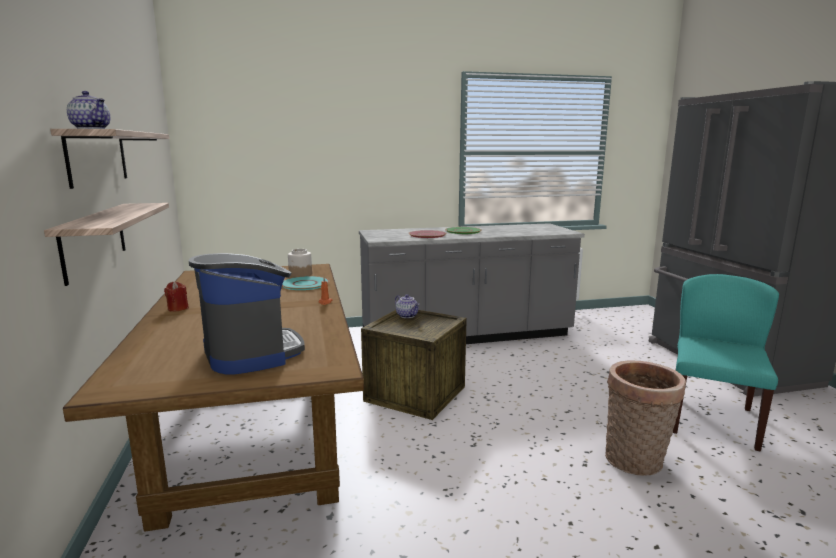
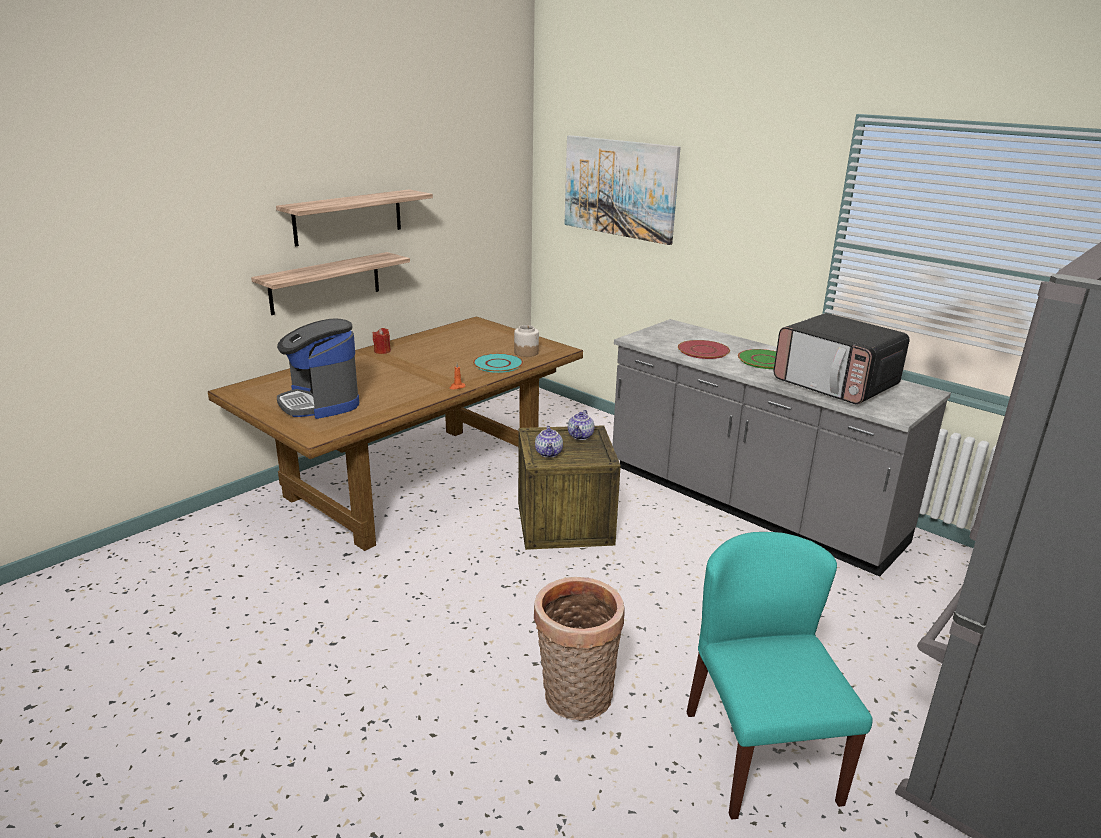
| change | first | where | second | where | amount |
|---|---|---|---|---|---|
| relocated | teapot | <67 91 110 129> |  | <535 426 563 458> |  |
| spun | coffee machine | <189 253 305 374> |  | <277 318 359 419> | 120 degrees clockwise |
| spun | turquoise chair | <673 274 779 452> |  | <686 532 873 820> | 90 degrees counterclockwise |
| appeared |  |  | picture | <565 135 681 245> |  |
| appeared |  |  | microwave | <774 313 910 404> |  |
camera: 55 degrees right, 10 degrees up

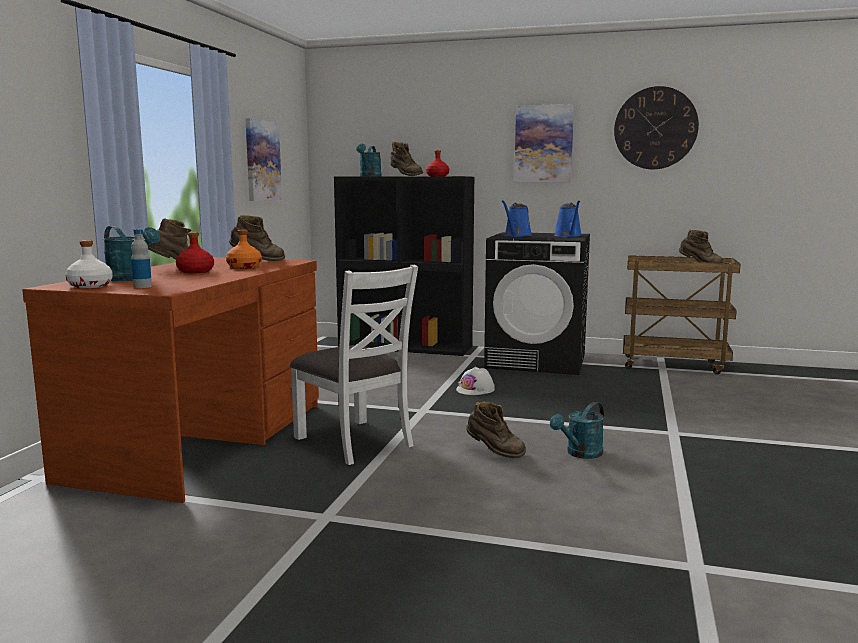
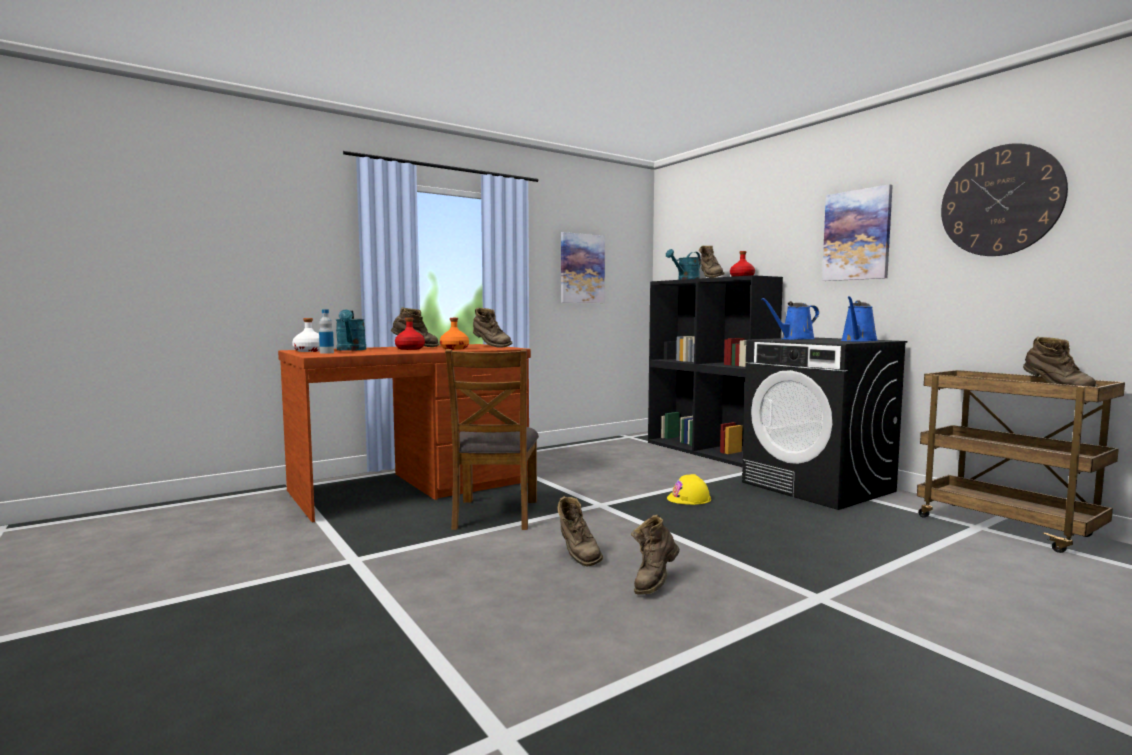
| change | first | where | second | where | amount |
|---|---|---|---|---|---|
| colour | white chair | <290 265 418 465> | brown chair | <445 349 539 530> |  |
| colour | white hard hat | <456 366 495 395> | yellow hard hat | <667 474 711 505> |  |
| exchanged | turquoise watering can | <550 402 604 459> | brown boot | <631 515 680 595> |  |
camera: 40 degrees right, 5 degrees down

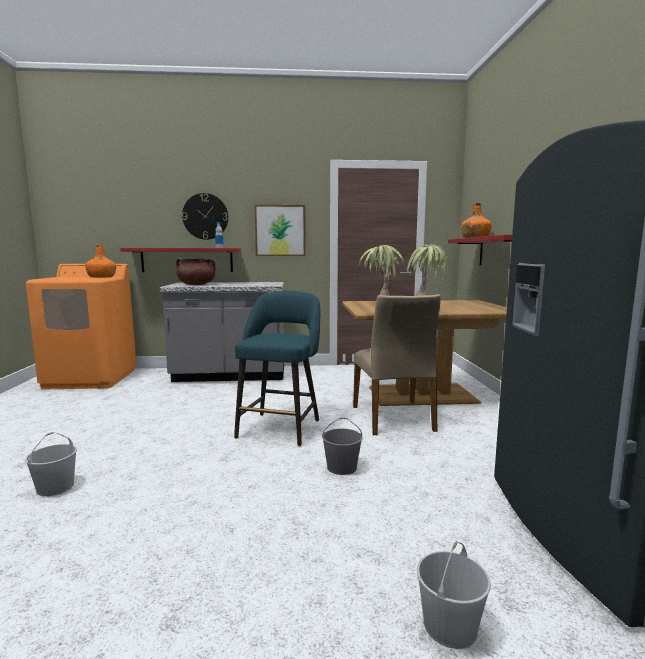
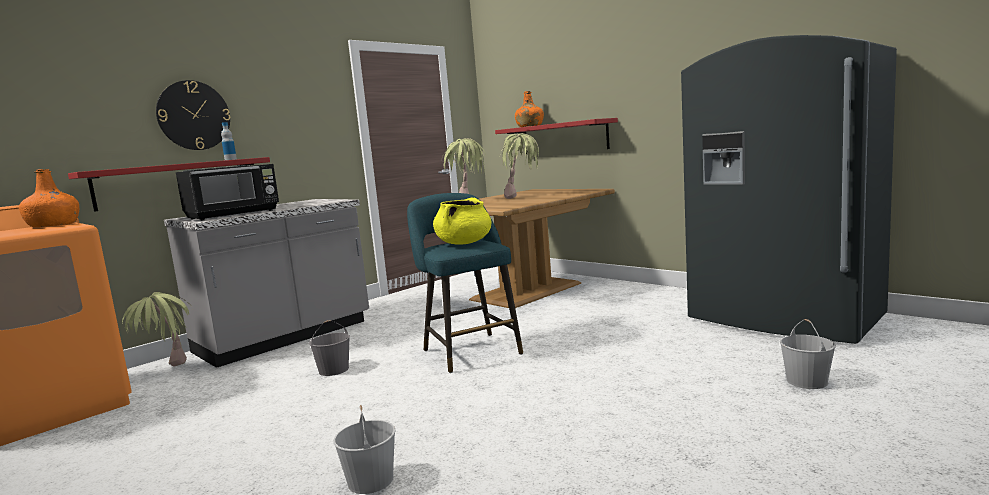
| change | first | where | second | where | amount |
|---|---|---|---|---|---|
| exchanged | brown cooking pot | <176 258 216 285> | black microwave | <176 164 279 221> |  |
| missing | picture | <254 205 306 256> |  |  |  |
| relocated | grey bucket | <322 417 363 475> |  | <309 320 350 376> |  |
| missing | beige chair | <353 294 441 435> |  |  |  |
| appeared |  |  | potted plant | <122 292 194 366> |  |
| appeared |  |  | yellow cooking pot | <433 197 492 245> |  |
camera: 40 degrees left, 0 degrees up

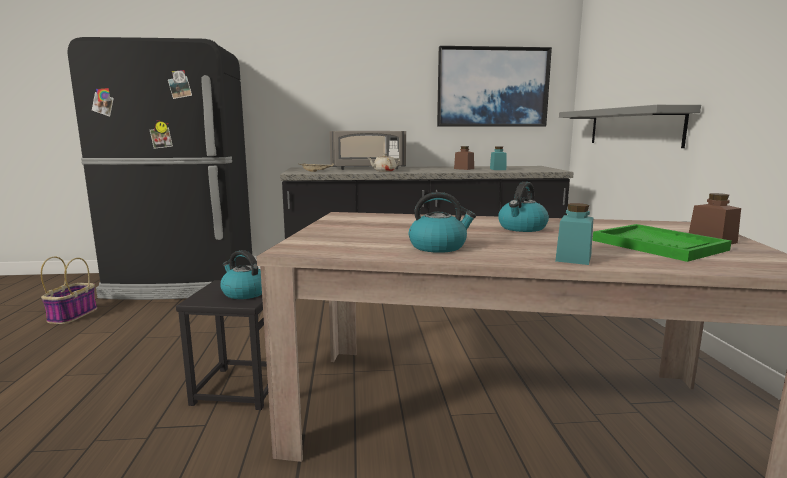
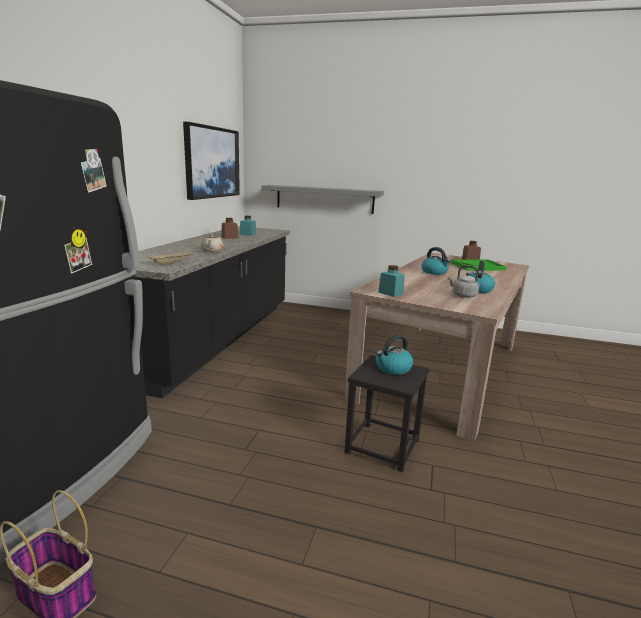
| change | first | where | second | where | amount |
|---|---|---|---|---|---|
| missing | grey microwave | <329 131 406 170> |  |  |  |
| relocated | turquoise jar | <555 203 593 265> |  | <378 265 405 297> |  |
| appeared |  |  | grey kettle | <448 265 479 298> |  |
camera: 70 degrees left, 5 degrees up

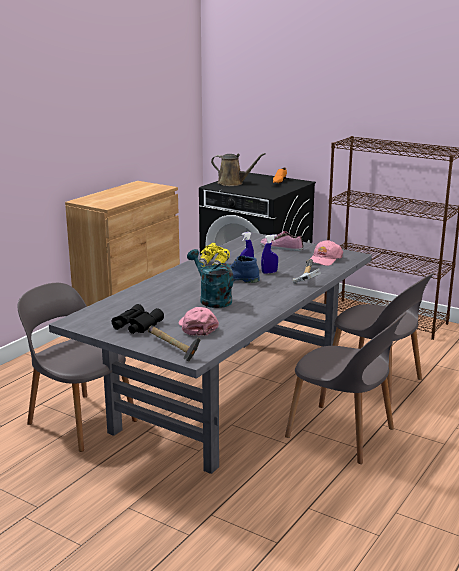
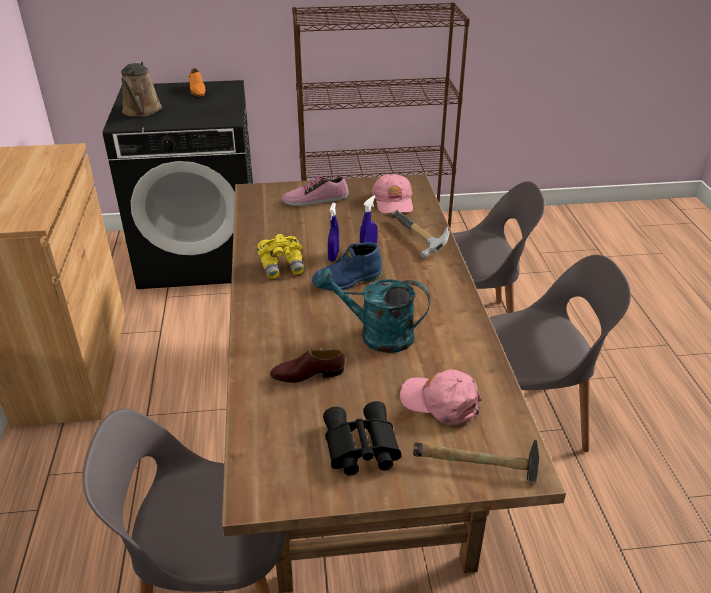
| change | first | where | second | where | amount |
|---|---|---|---|---|---|
| colour | grey dining table | <49 232 372 474> | brown dining table | <222 174 566 593> |  |
| spun | brown watering can | <211 153 266 186> |  | <121 61 162 117> | 105 degrees clockwise |
| appeared |  |  | brown shoe | <270 348 345 383> |  |
camera: 40 degrees left, 15 degrees up

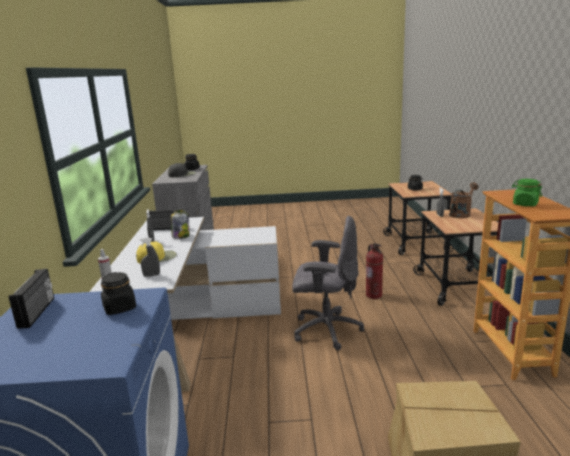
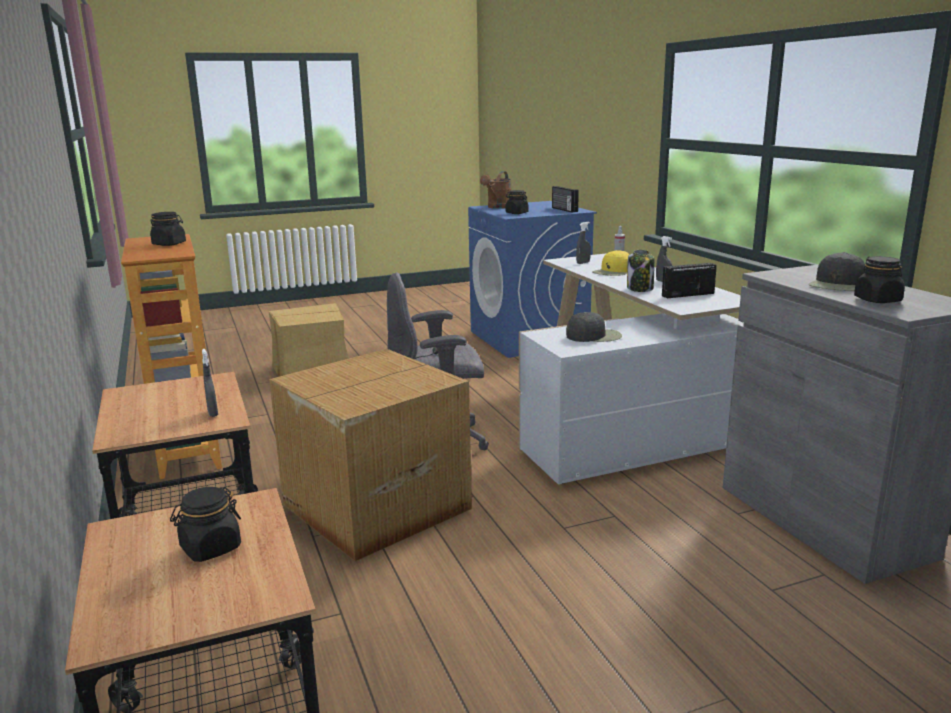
| change | first | where | second | where | amount |
|---|---|---|---|---|---|
| exchanged | fire extinguisher | <366 243 383 299> | cardboard box | <269 349 472 561> |  |
| relocated | brown watering can | <449 182 479 218> |  | <480 171 511 209> |  |
| colour | green jar | <512 179 542 206> | black jar | <150 212 186 246> |  |
| appeared |  |  | black cap | <566 312 622 342> |  |
camera: 160 degrees right, 0 degrees up

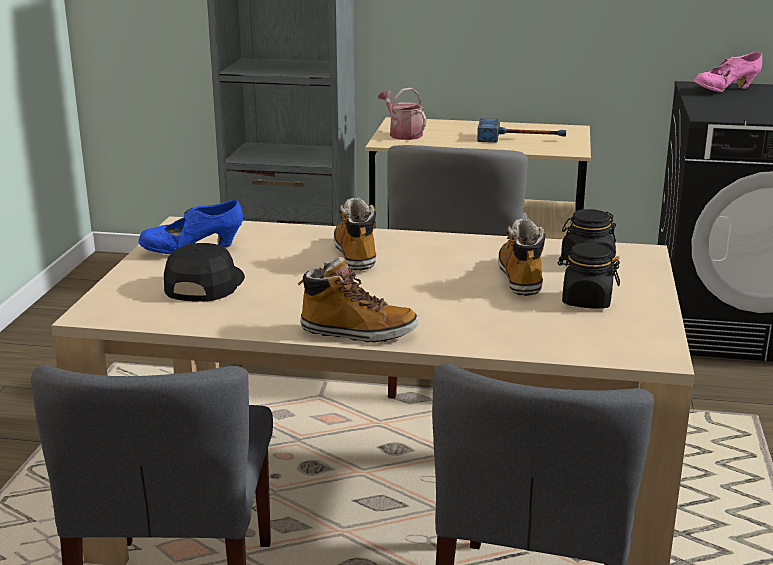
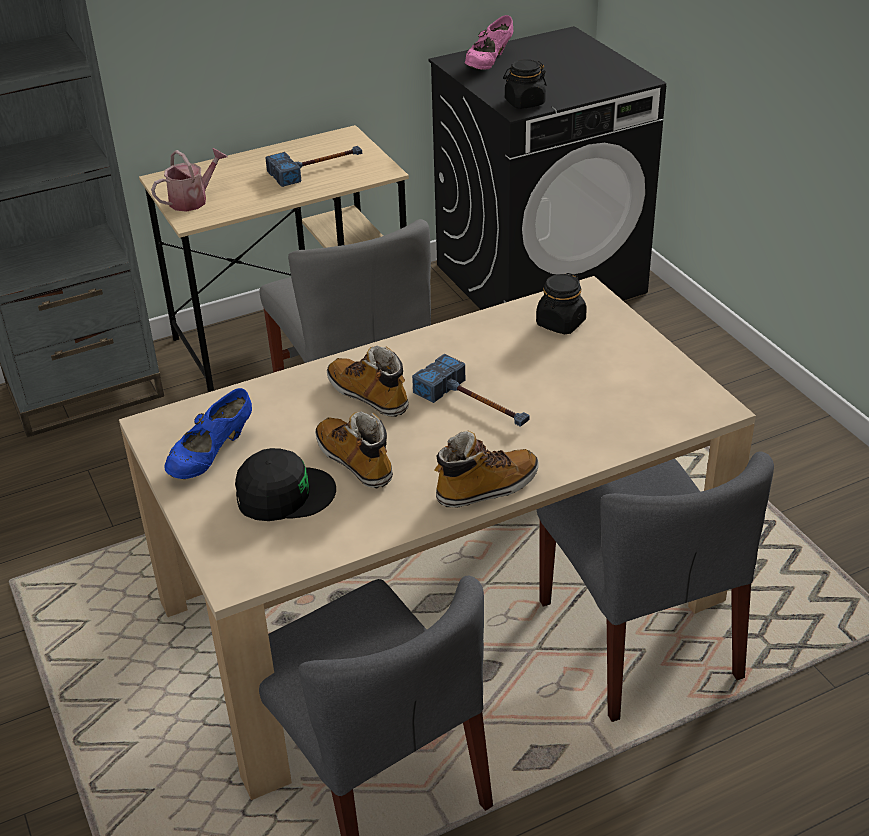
| change | first | where | second | where | amount |
|---|---|---|---|---|---|
| spun | black cap | <164 243 245 302> |  | <235 448 336 521> | 105 degrees clockwise |
| spun | watering can | <378 88 426 140> |  | <151 148 227 212> | 120 degrees clockwise |
| relocated | boot | <498 218 546 296> |  | <315 412 393 488> |  |
| relocated | black jar | <558 243 620 309> |  | <503 59 547 109> |  |
| appeared |  |  | hammer | <412 354 529 427> |  |
camera: 35 degrees left, 15 degrees up

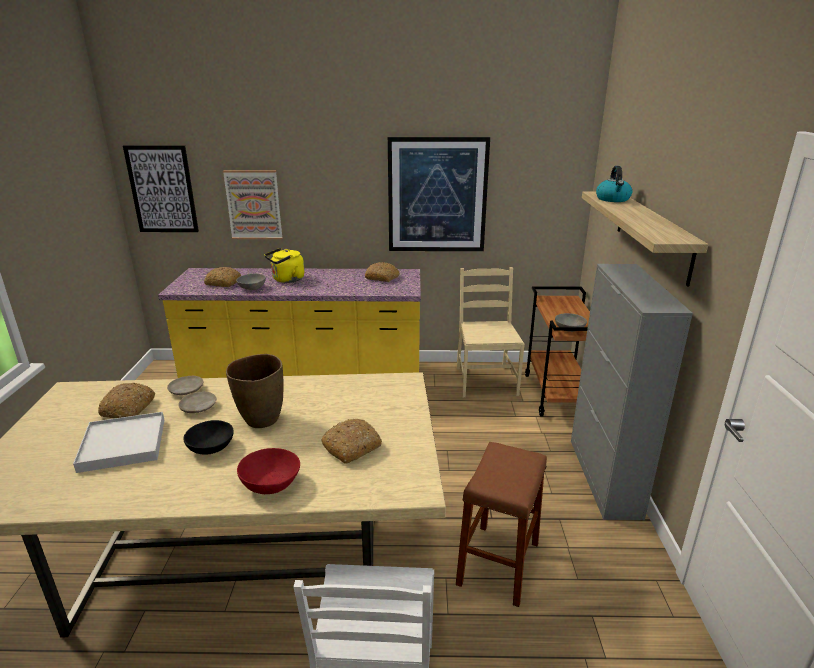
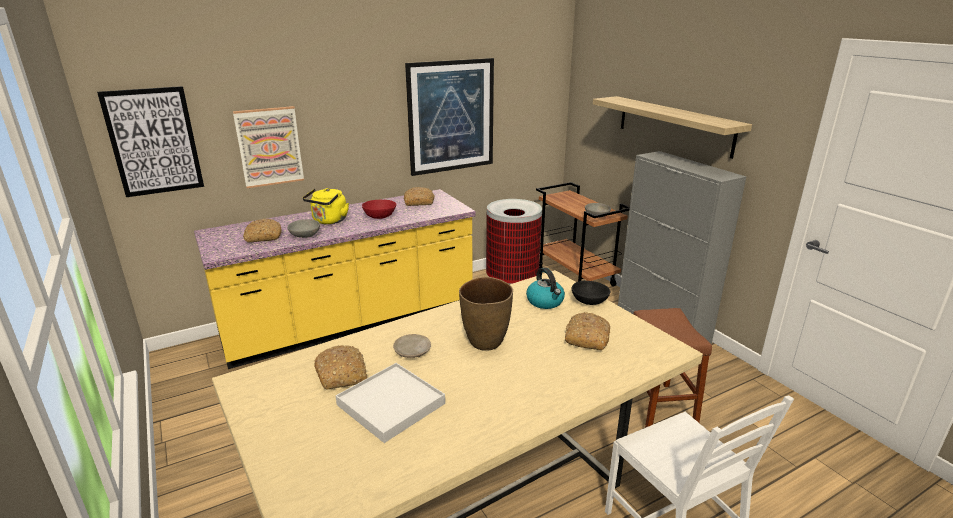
| change | first | where | second | where | amount |
|---|---|---|---|---|---|
| missing | beige plate | <167 376 203 395> |  |  |  |
| relocated | black bowl | <183 420 234 455> |  | <572 281 610 305> |  |
| relocated | red bowl | <237 448 300 494> |  | <362 200 396 219> |  |
| exchanged | beige chair | <457 267 525 397> | trash can | <486 199 542 284> |  |
| relocated | kettle | <596 166 632 202> |  | <526 267 565 309> |  |
camera: 30 degrees left, 0 degrees up

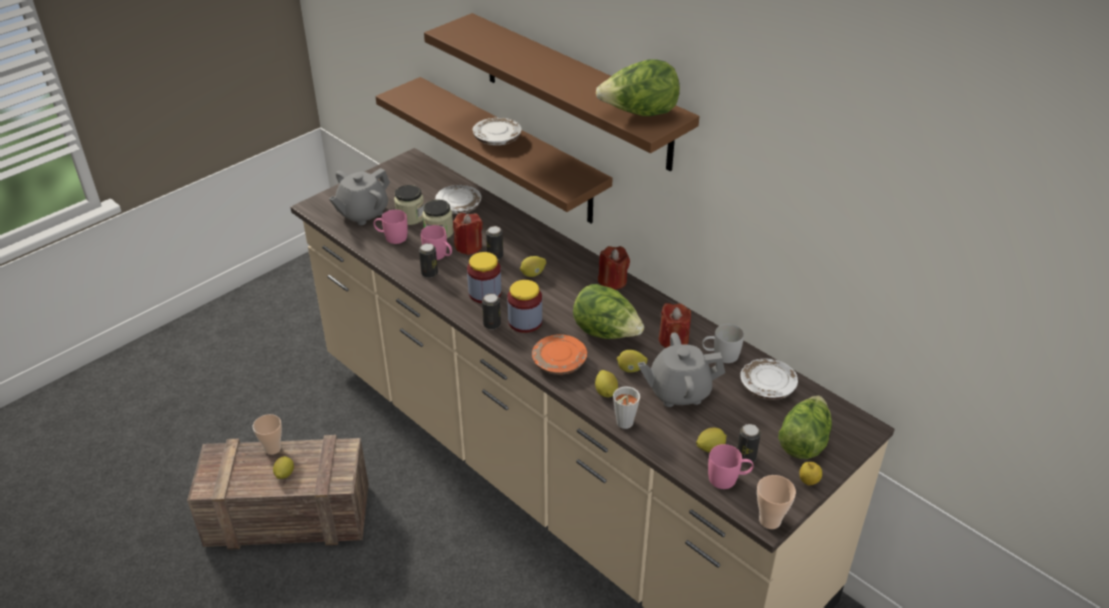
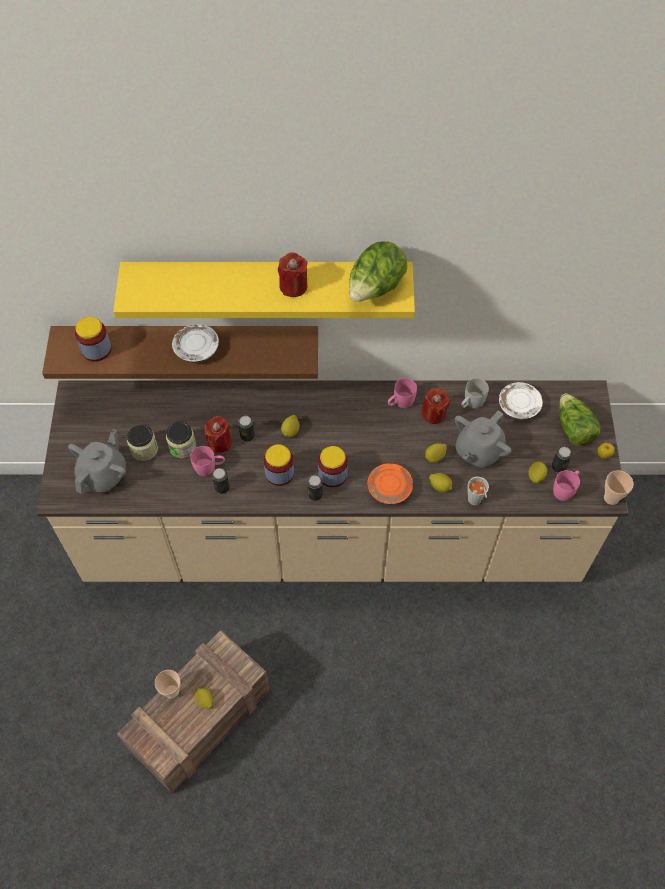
| change | first | where | second | where | amount |
|---|---|---|---|---|---|
| spun | grey teapot | <329 168 390 225> |  | <68 429 126 494> | 150 degrees counterclockwise |
| relocated | pink mug | <374 210 408 244> |  | <388 378 417 408> |  |
| colour | brown shelf | <424 13 699 171> | yellow shelf | <113 262 415 318> |  |
| missing | white plate | <435 185 481 214> |  |  |  |
| missing | lettuce | <573 284 644 339> |  |  |  |
| relocated | red candle | <598 246 630 290> |  | <278 252 308 297> |  |
| appeared |  |  | jar | <75 317 111 362> |  |
camera: 45 degrees left, 20 degrees up

